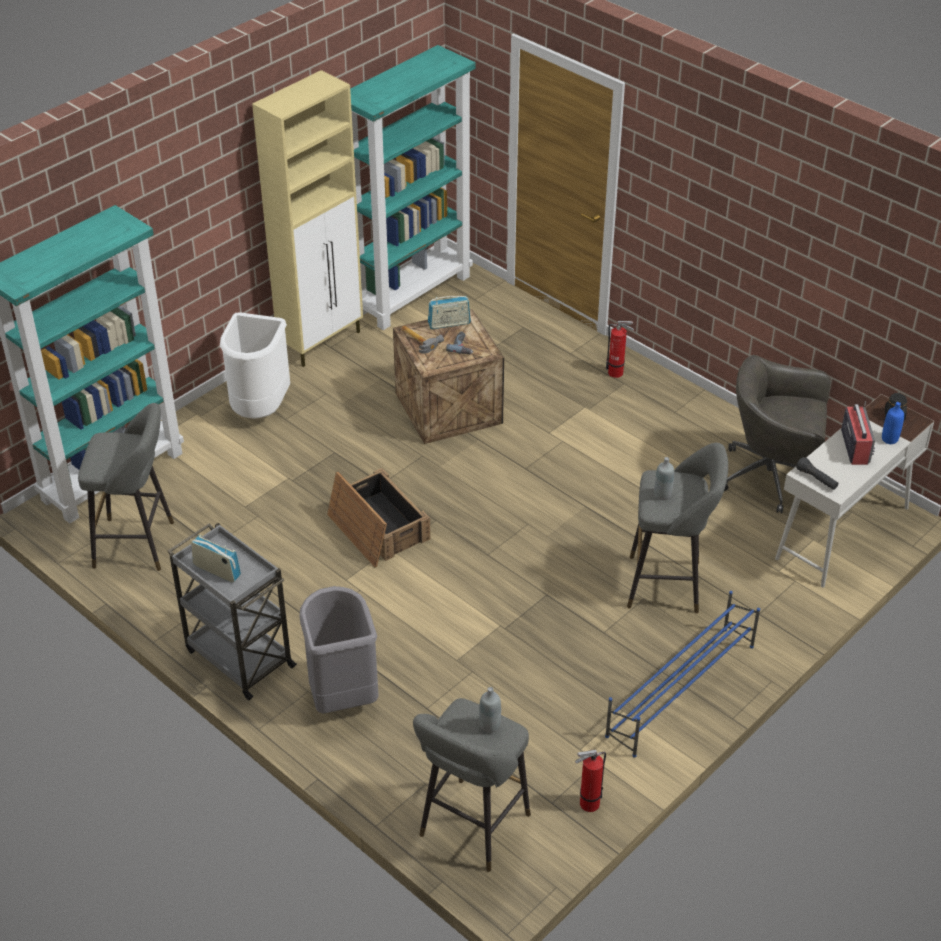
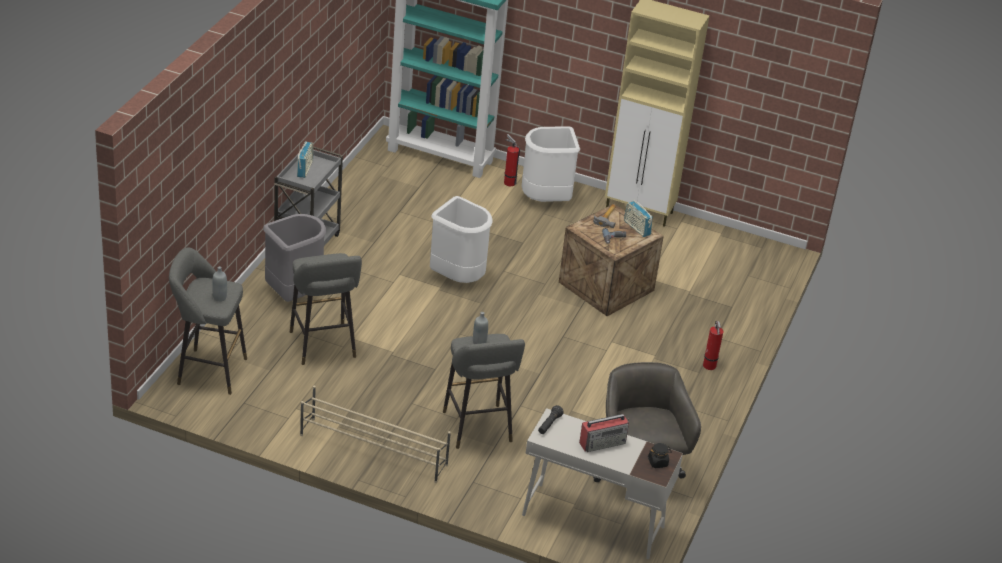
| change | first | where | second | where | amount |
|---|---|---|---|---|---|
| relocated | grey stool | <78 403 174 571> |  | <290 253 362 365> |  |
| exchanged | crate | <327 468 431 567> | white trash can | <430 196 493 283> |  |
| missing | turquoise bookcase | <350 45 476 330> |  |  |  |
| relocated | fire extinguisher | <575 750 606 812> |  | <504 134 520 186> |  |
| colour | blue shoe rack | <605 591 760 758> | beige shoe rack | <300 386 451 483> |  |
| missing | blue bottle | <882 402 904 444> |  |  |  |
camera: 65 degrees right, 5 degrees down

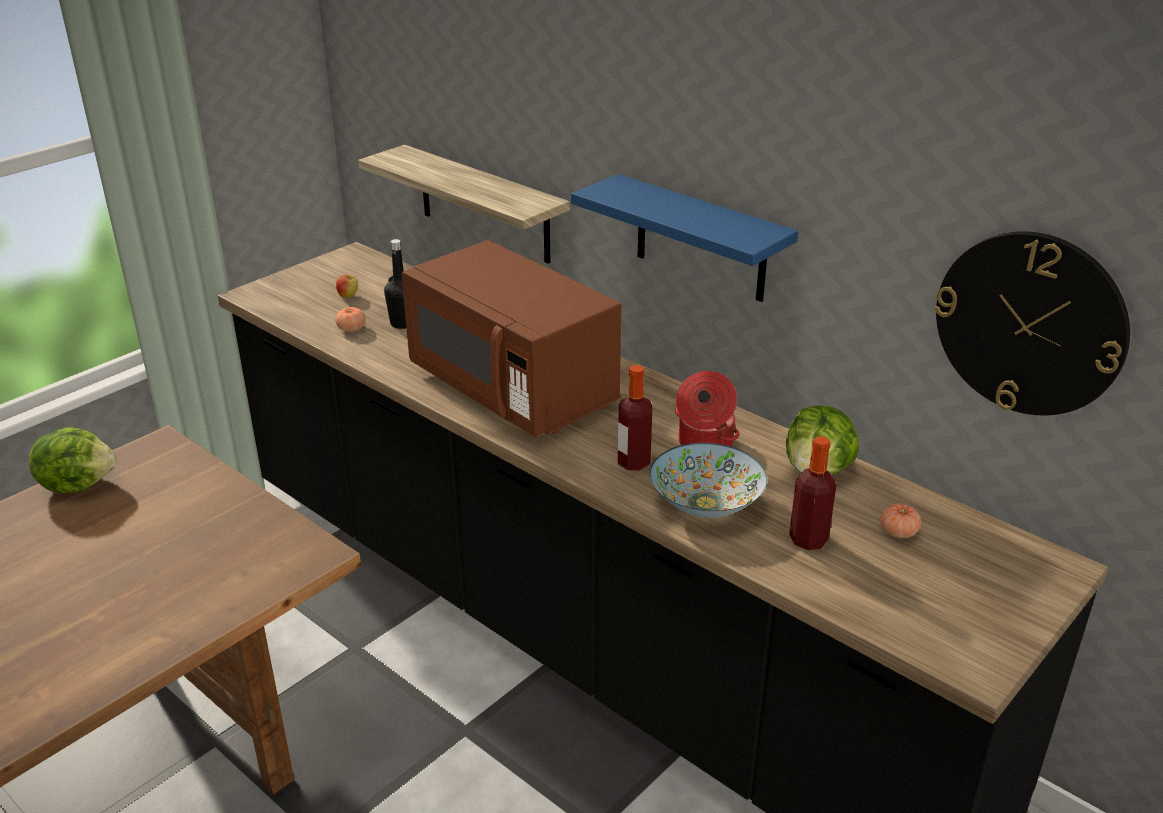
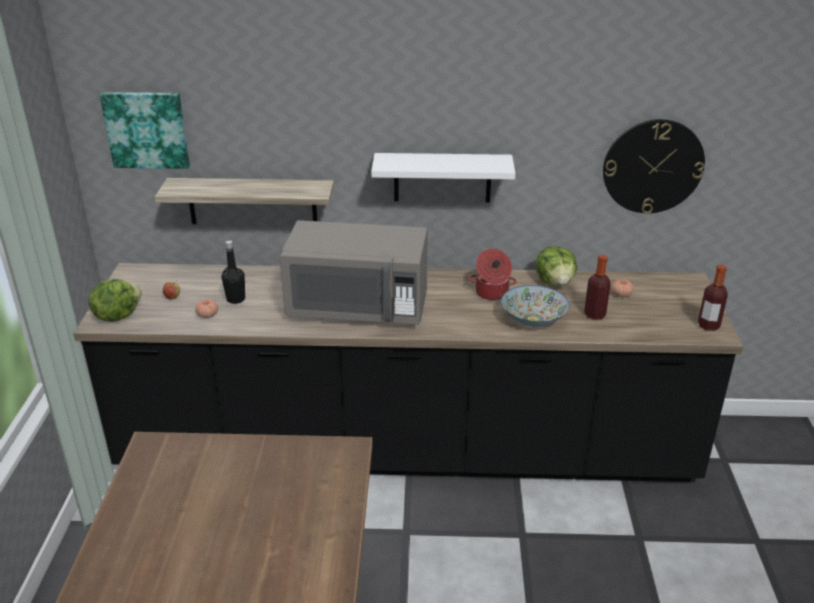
| change | first | where | second | where | amount |
|---|---|---|---|---|---|
| relocated | lettuce | <29 427 117 493> |  | <88 279 142 322> |  |
| colour | brown microwave | <402 240 622 437> | grey microwave | <280 220 428 325> |  |
| colour | blue shelf | <571 174 798 302> | white shelf | <371 153 516 203> |  |
| relocated | bottle | <618 365 652 470> |  | <698 265 728 331> |  |
| appeared |  |  | picture | <100 92 190 169> |  |
camera: 40 degrees left, 0 degrees up

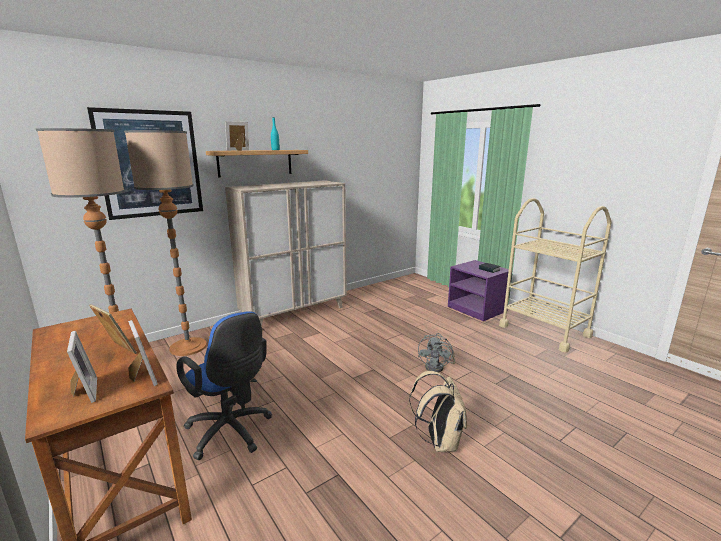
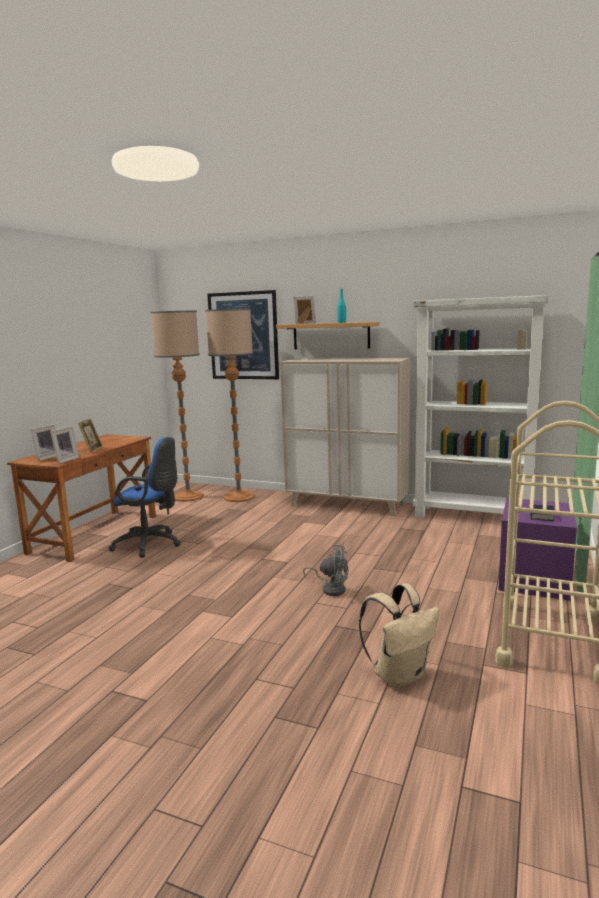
| change | first | where | second | where | amount |
|---|---|---|---|---|---|
| spun | blue office chair | <176 311 272 460> |  | <109 437 181 558> | 90 degrees counterclockwise |
| relocated | beige backpack | <409 371 467 452> |  | <359 584 440 688> |  |
| spun | grey fan | <418 333 455 372> |  | <303 544 349 596> | 150 degrees counterclockwise |
| appeared |  |  | white bookcase | <413 295 549 518> |  |
camera: 60 degrees right, 5 degrees down

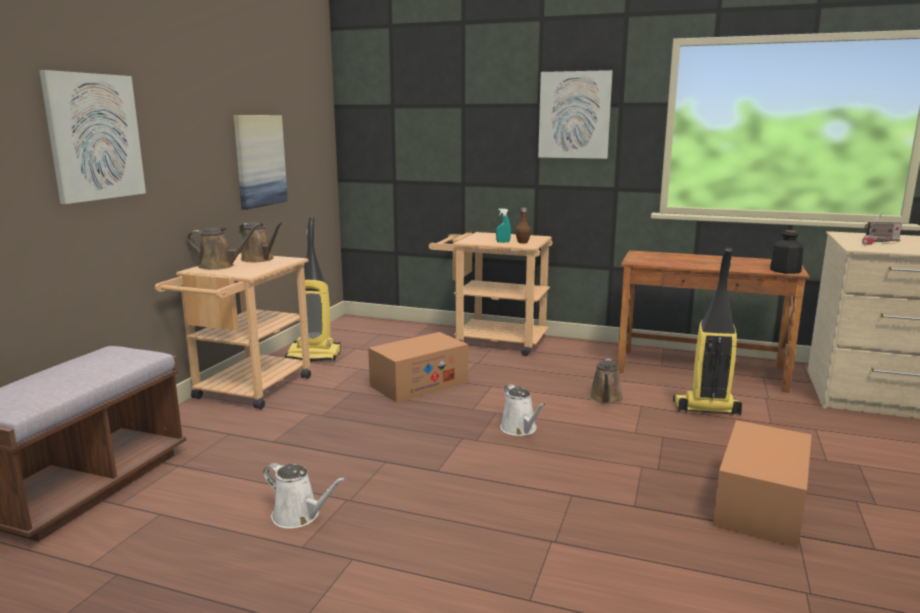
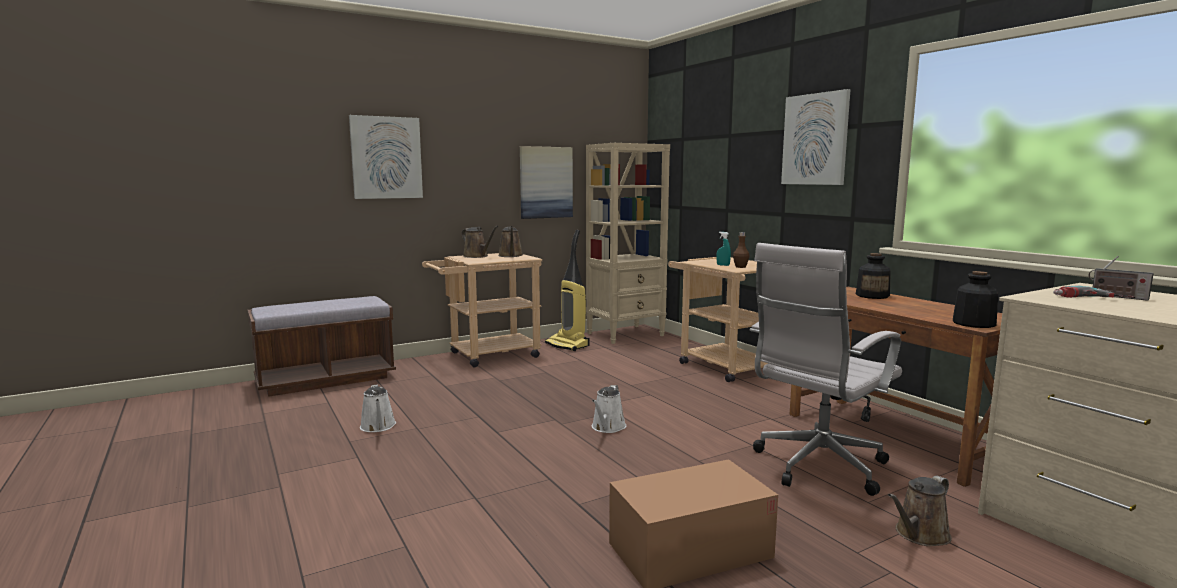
| change | first | where | second | where | amount |
|---|---|---|---|---|---|
| missing | cardboard box | <368 332 468 403> |  |  |  |
| relocated | brown watering can | <589 359 623 404> |  | <888 476 952 546> |  |
| exchanged | vacuum cleaner | <673 248 742 415> | white office chair | <750 243 902 496> |  |
| appeared |  |  | beige bookcase | <586 143 670 344> |  |
| appeared |  |  | bottle | <856 253 891 299> |  |
camera: 40 degrees right, 5 degrees down

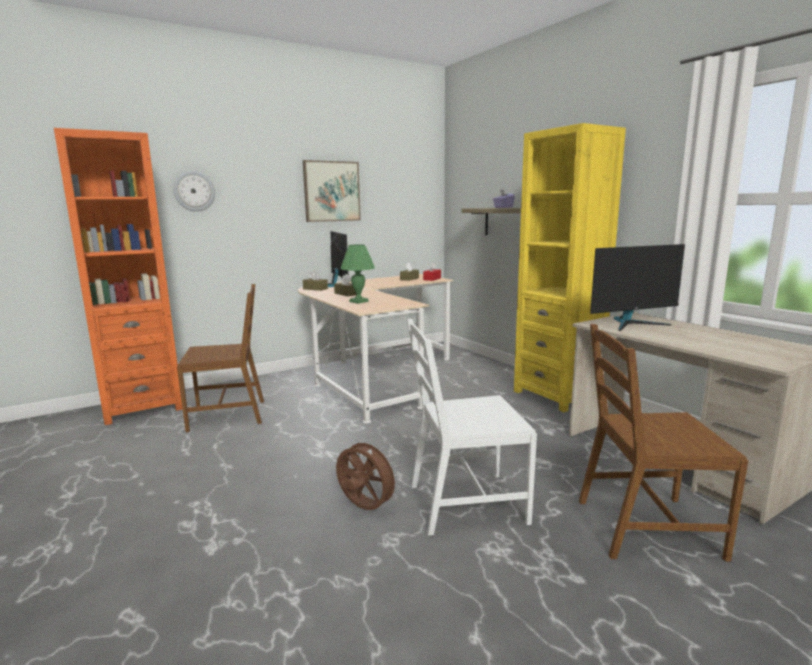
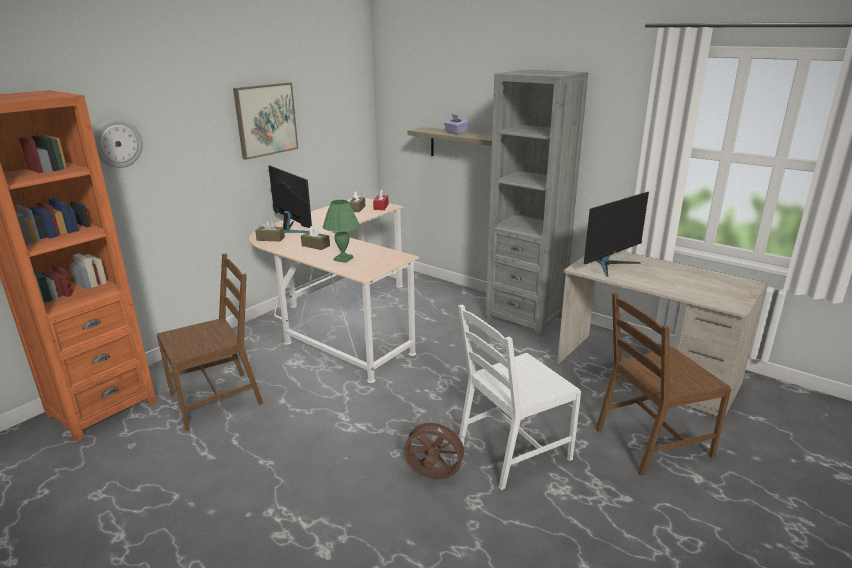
| change | first | where | second | where | amount |
|---|---|---|---|---|---|
| colour | yellow bookcase | <514 123 626 412> | grey bookcase | <486 70 588 337> |  |
camera: 20 degrees left, 10 degrees up

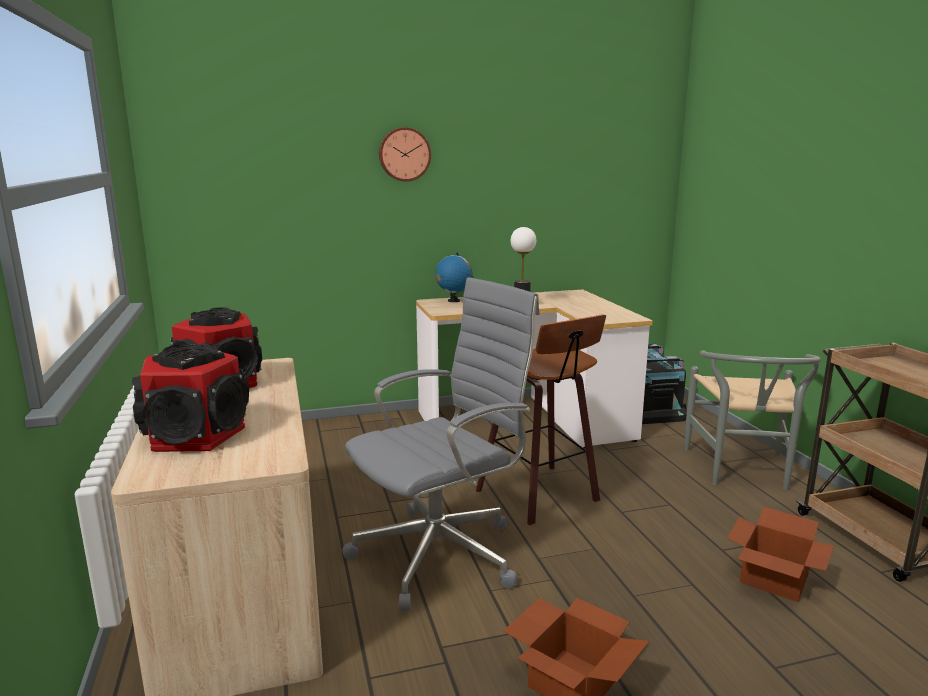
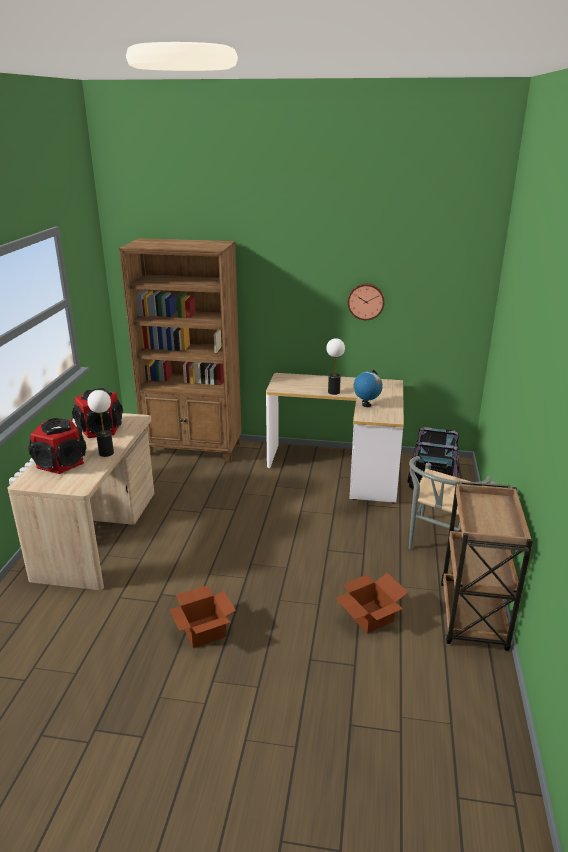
| change | first | where | second | where | amount |
|---|---|---|---|---|---|
| missing | grey office chair | <342 277 539 611> |  |  |  |
| relocated | wall clock | <379 127 431 182> |  | <348 283 385 320> |  |
| relocated | globe | <435 253 473 302> |  | <354 370 383 407> |  |
| missing | stool | <476 314 606 525> |  |  |  |
| appeared |  |  | table lamp | <87 390 114 457> |  |
| appeared |  |  | brown bookcase | <119 238 242 462> |  |
camera: 25 degrees right, 10 degrees up

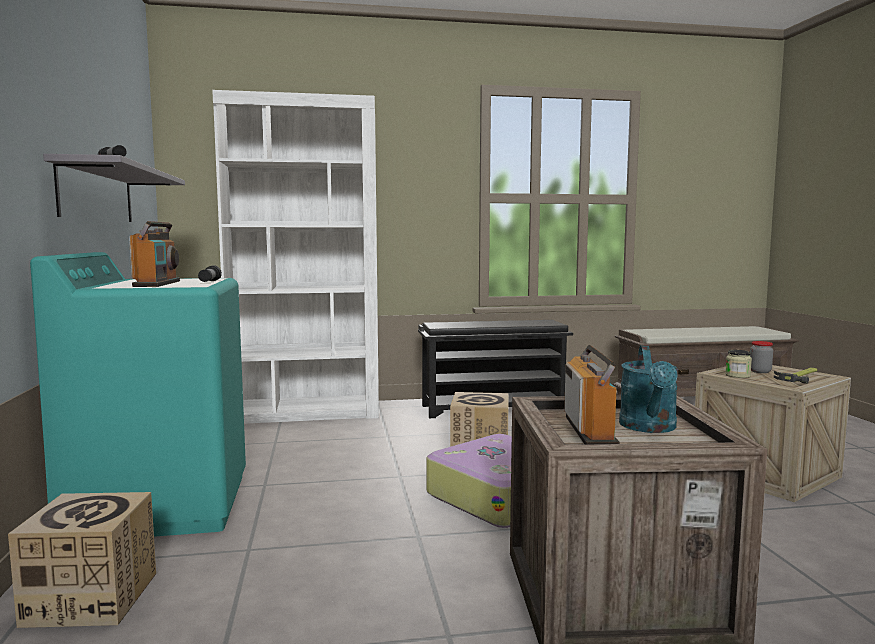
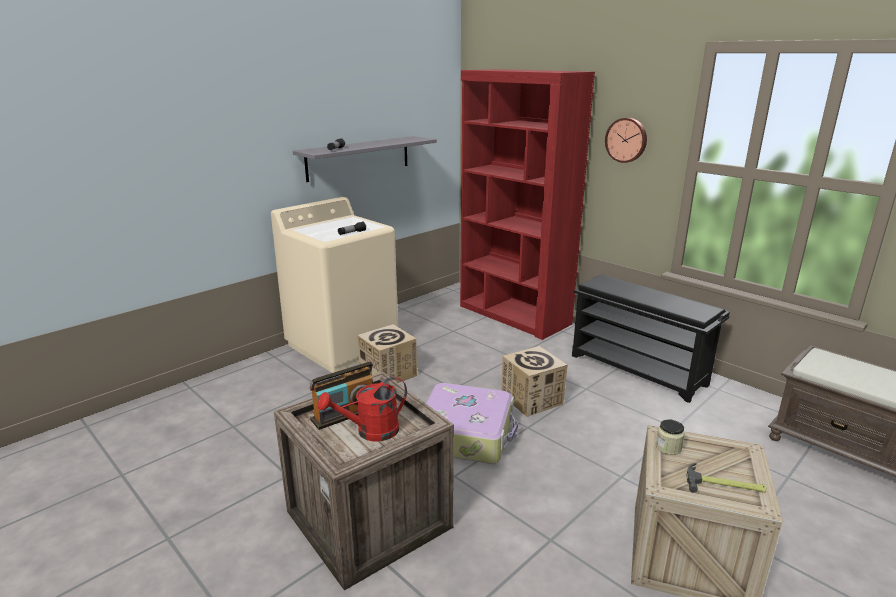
| change | first | where | second | where | amount |
|---|---|---|---|---|---|
| relocated | cardboard box | <8 492 156 628> |  | <357 324 417 383> |  |
| colour | turquoise washing machine | <30 252 246 537> | beige washing machine | <271 197 398 373> |  |
| missing | radio | <129 221 180 287> |  |  |  |
| colour | white bookcase | <212 90 379 424> | red bookcase | <460 69 595 340> |  |
| colour | turquoise watering can | <619 345 678 433> | red watering can | <318 377 407 442> |  |
| missing | jar | <750 341 773 373> |  |  |  |
| appeared |  |  | wall clock | <605 118 647 163> |  |
camera: 55 degrees right, 15 degrees up

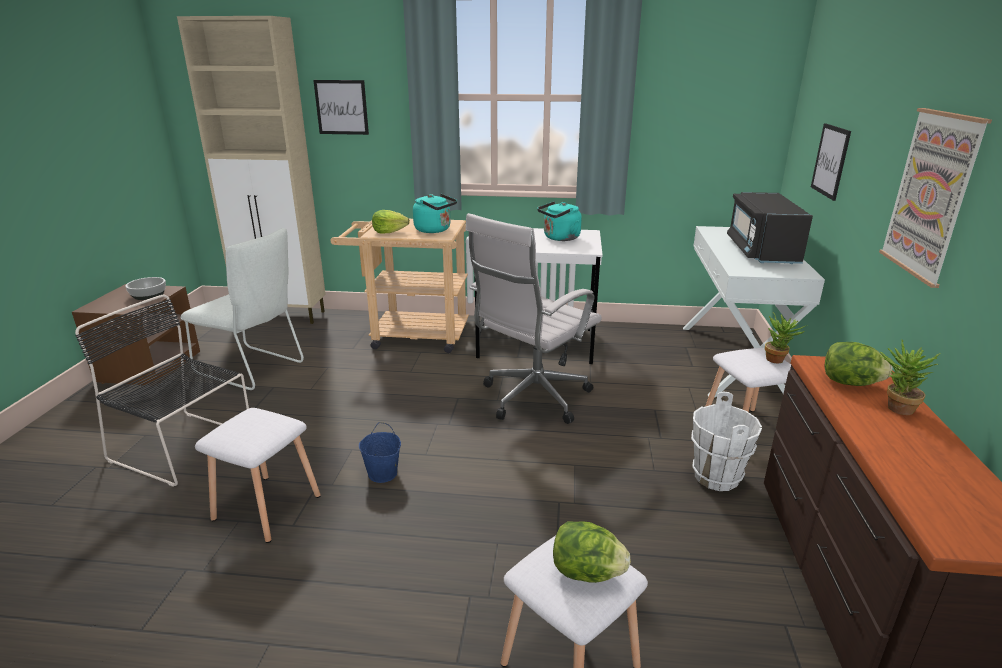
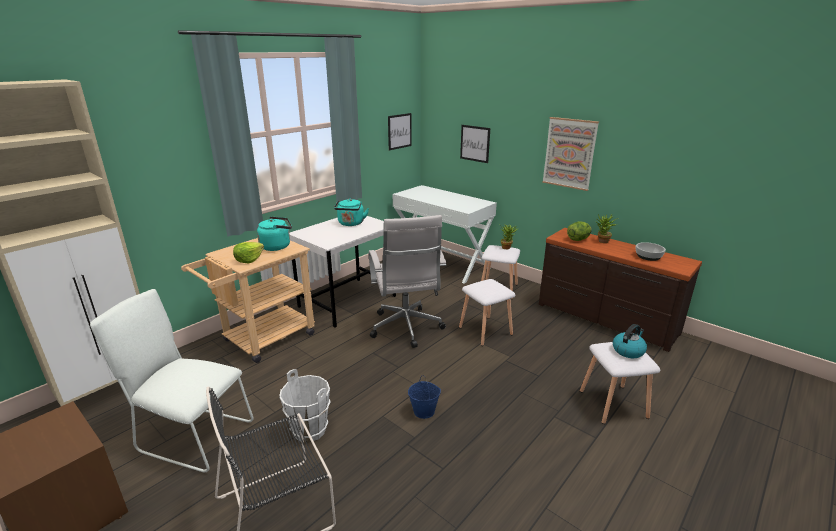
| change | first | where | second | where | amount |
|---|---|---|---|---|---|
| relocated | bowl | <125 277 166 300> |  | <635 242 666 261> |  |
| spun | white chair | <181 228 304 390> |  | <90 289 254 472> | 135 degrees counterclockwise |
| relocated | white stool | <195 408 321 543> |  | <459 279 515 346> |  |
| relocated | picture | <313 80 369 135> |  | <388 113 412 150> |  |
| exchanged | lettuce | <553 521 631 583> | kettle | <613 324 647 358> |  |
| relocated | white bucket | <691 391 762 491> |  | <279 369 331 442> |  |
| missing | black microwave | <727 192 813 264> |  |  |  |
camera: 55 degrees left, 0 degrees up

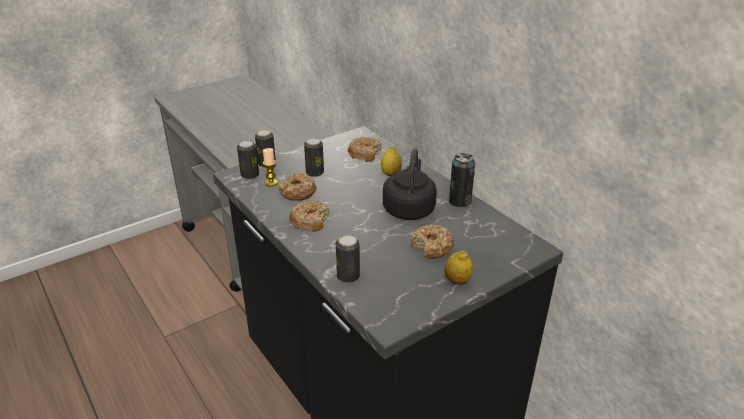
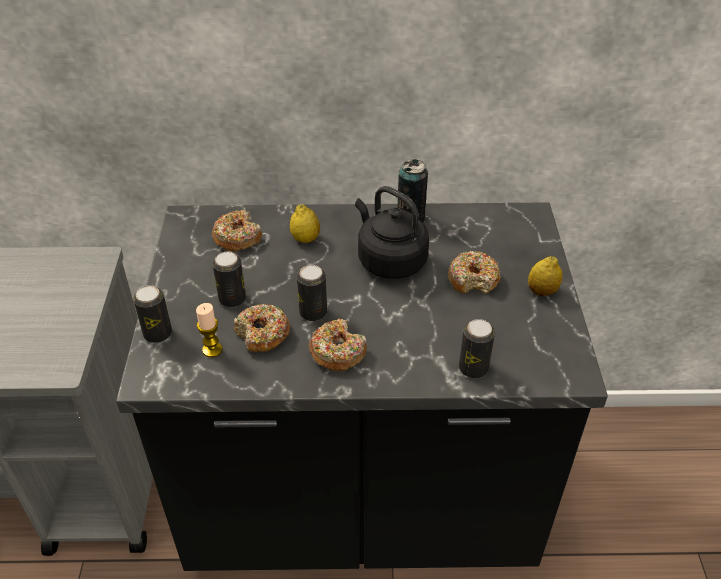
| change | first | where | second | where | amount |
|---|---|---|---|---|---|
| relocated | can | <237 140 259 179> |  | <297 265 327 321> |  |
camera: 55 degrees left, 10 degrees up

